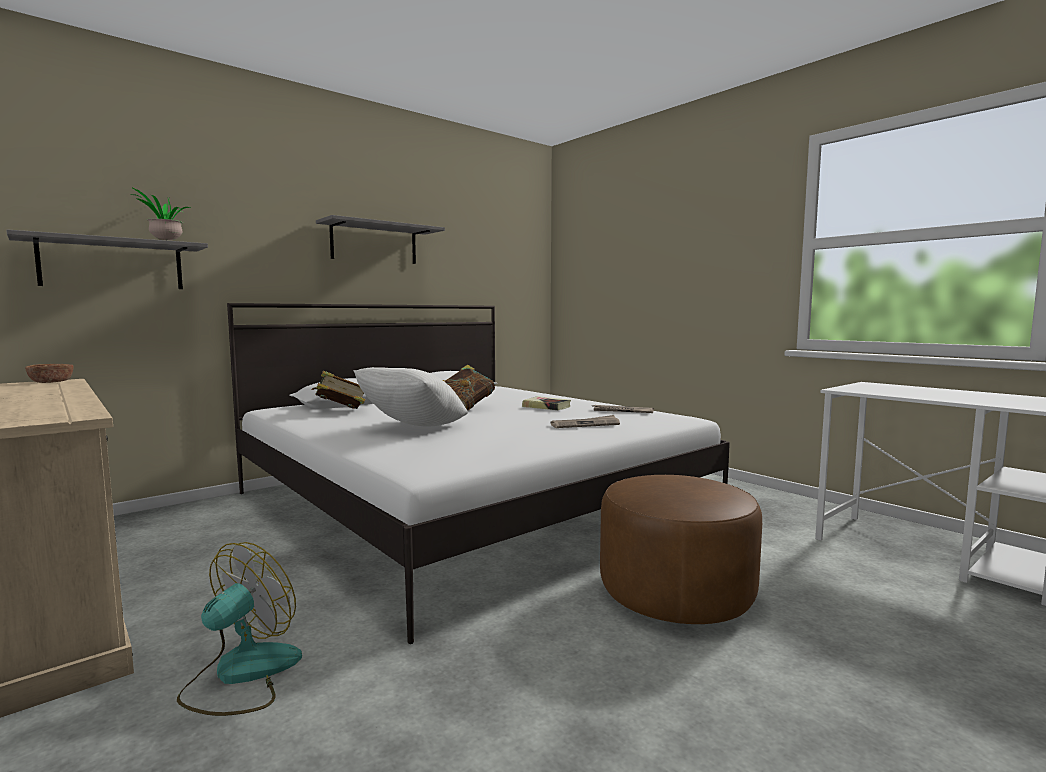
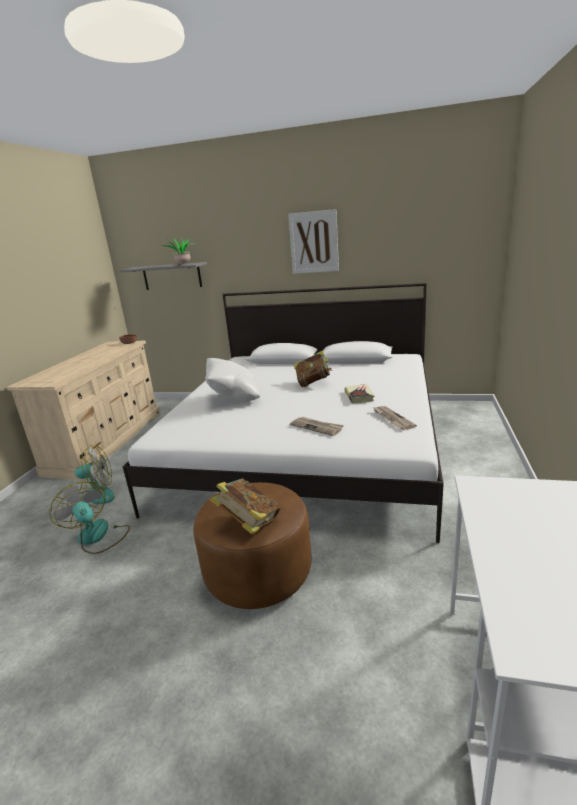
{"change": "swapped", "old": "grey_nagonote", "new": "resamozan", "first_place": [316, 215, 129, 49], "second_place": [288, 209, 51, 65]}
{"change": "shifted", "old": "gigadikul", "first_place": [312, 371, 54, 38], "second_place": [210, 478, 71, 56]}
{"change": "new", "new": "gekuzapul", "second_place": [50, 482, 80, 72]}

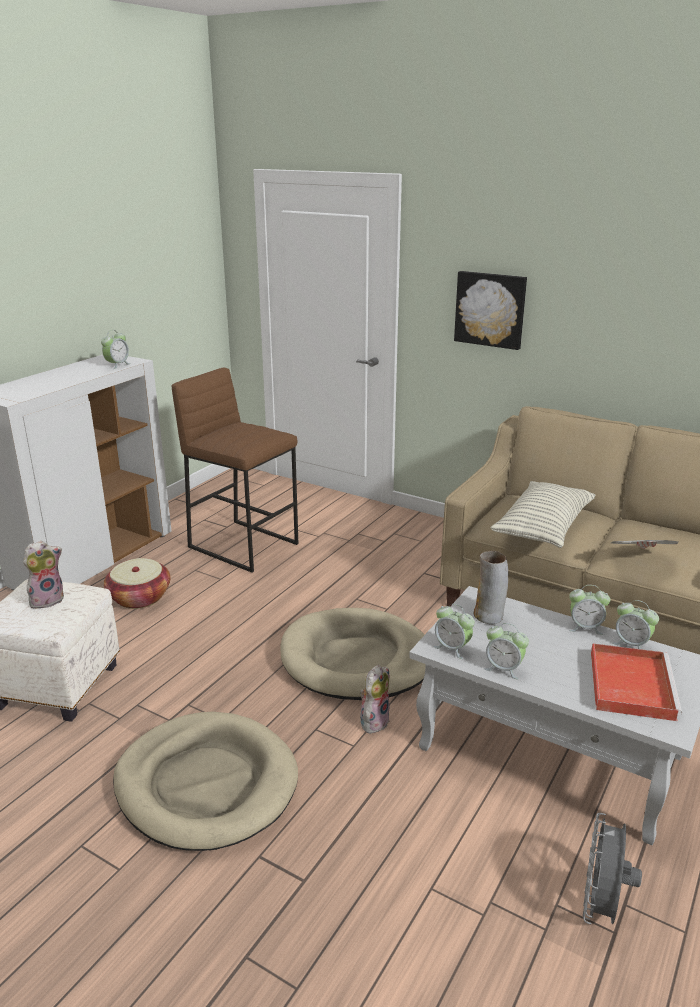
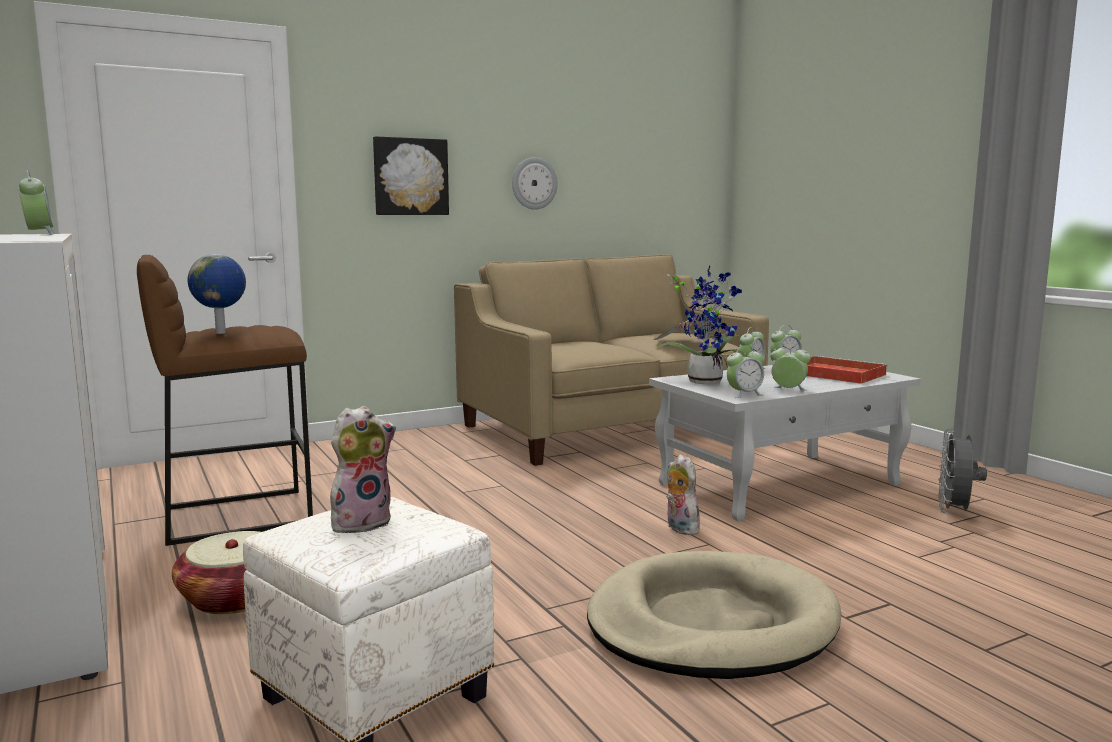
{"change": "gone", "old": "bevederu", "first_place": [491, 481, 104, 67]}
{"change": "rotated", "old": "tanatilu", "first_place": [23, 541, 41, 68], "second_place": [330, 406, 66, 127], "degrees": 60}
{"change": "swapped", "old": "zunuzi", "new": "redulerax", "first_place": [473, 551, 35, 73], "second_place": [654, 266, 93, 118]}
{"change": "gone", "old": "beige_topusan", "first_place": [280, 608, 146, 92]}
{"change": "rotated", "old": "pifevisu", "first_place": [484, 623, 45, 57], "second_place": [770, 343, 41, 48], "degrees": -120}
{"change": "rotated", "old": "grey_gekuzapul", "first_place": [583, 813, 59, 111], "second_place": [938, 428, 49, 85], "degrees": 60}
{"change": "new", "new": "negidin", "second_place": [512, 157, 46, 53]}
{"change": "new", "new": "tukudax", "second_place": [188, 254, 58, 80]}

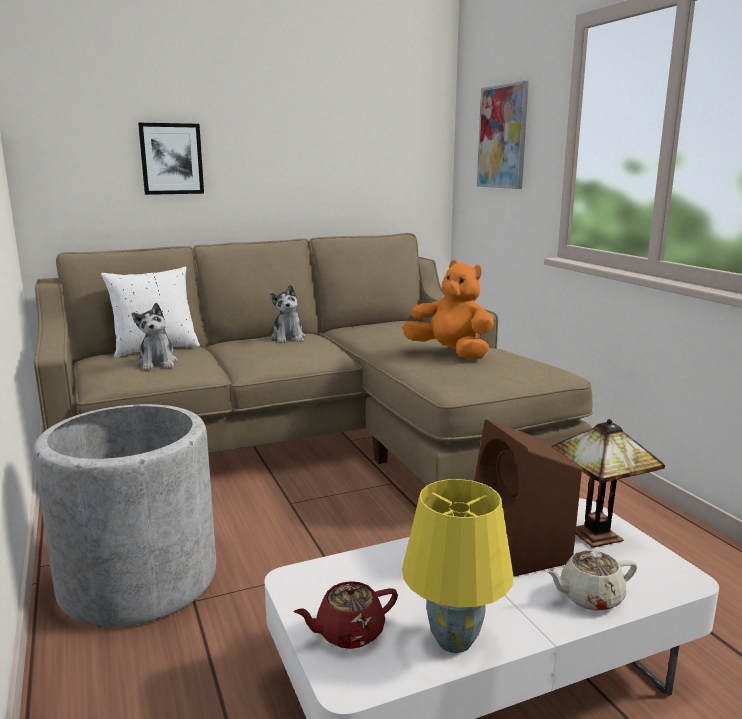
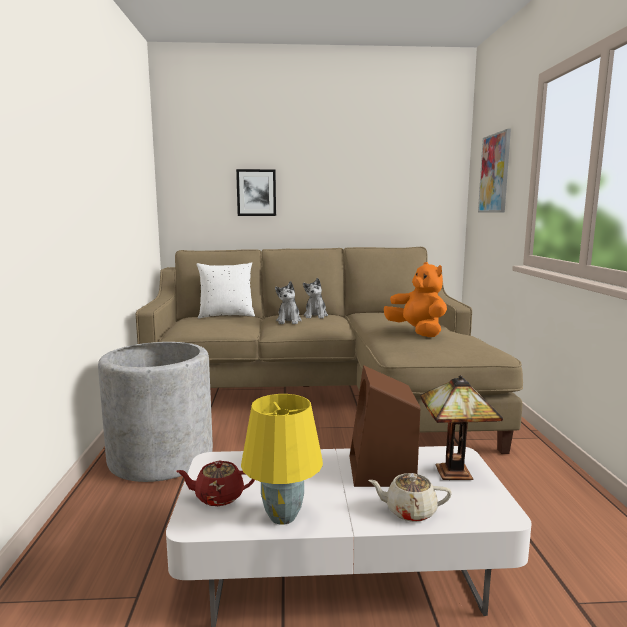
{"change": "shifted", "old": "tanatilu", "first_place": [131, 303, 47, 67], "second_place": [275, 281, 27, 43]}

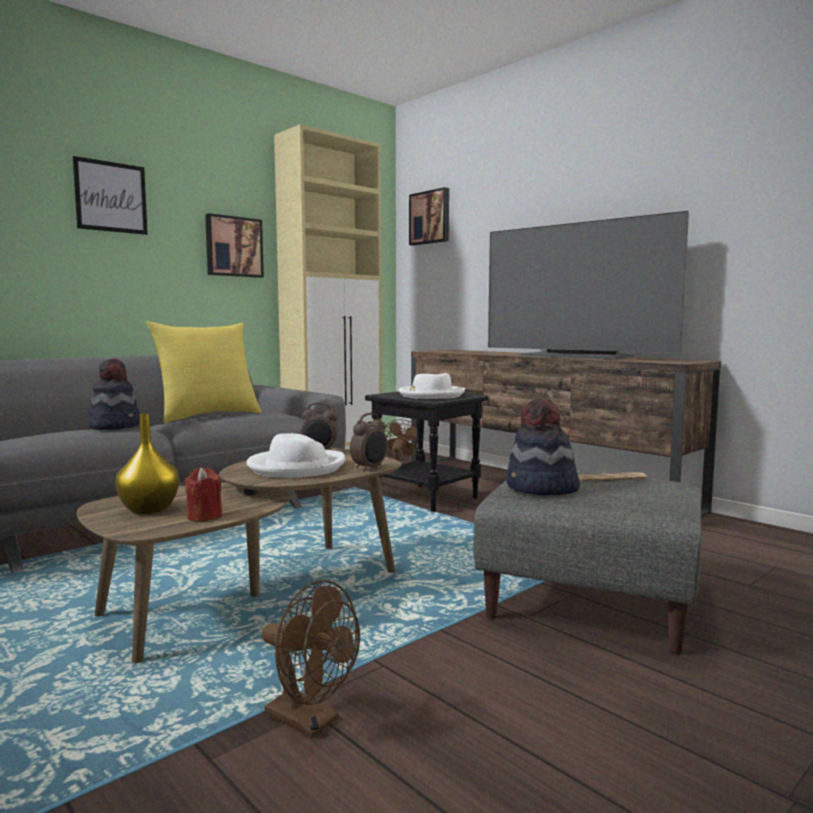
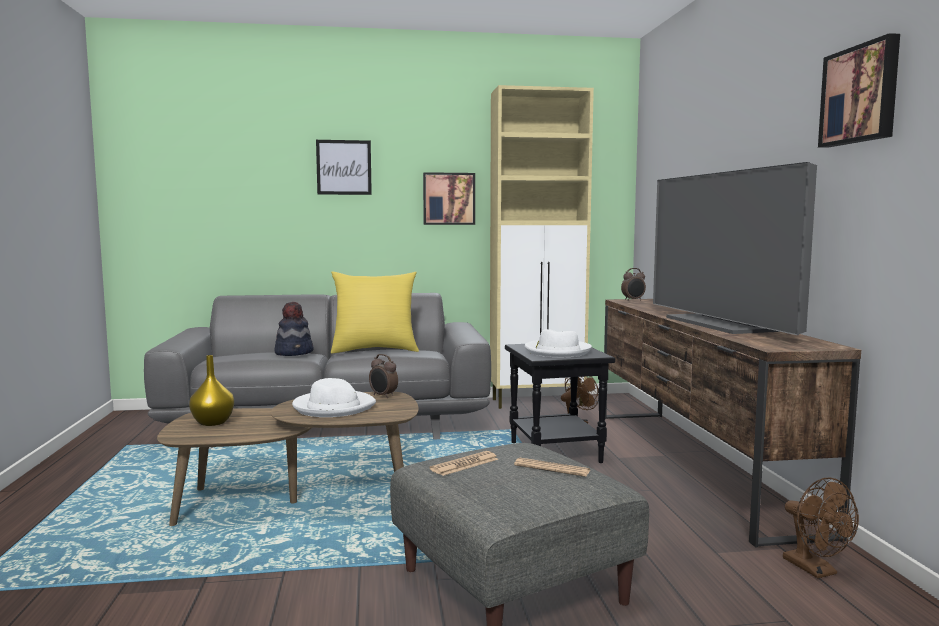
{"change": "shifted", "old": "resamozan", "first_place": [409, 187, 40, 59], "second_place": [818, 33, 82, 115]}
{"change": "swapped", "old": "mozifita", "new": "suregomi", "first_place": [506, 399, 74, 96], "second_place": [429, 451, 69, 25]}
{"change": "shifted", "old": "pifevisu", "first_place": [350, 413, 38, 58], "second_place": [621, 268, 25, 32]}
{"change": "gone", "old": "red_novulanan", "first_place": [184, 467, 38, 55]}
{"change": "shifted", "old": "brown_gekuzapul", "first_place": [262, 580, 98, 158], "second_place": [783, 478, 76, 100]}

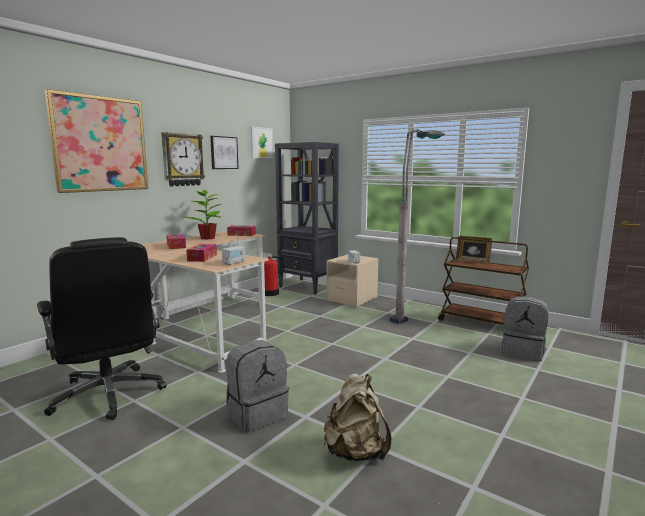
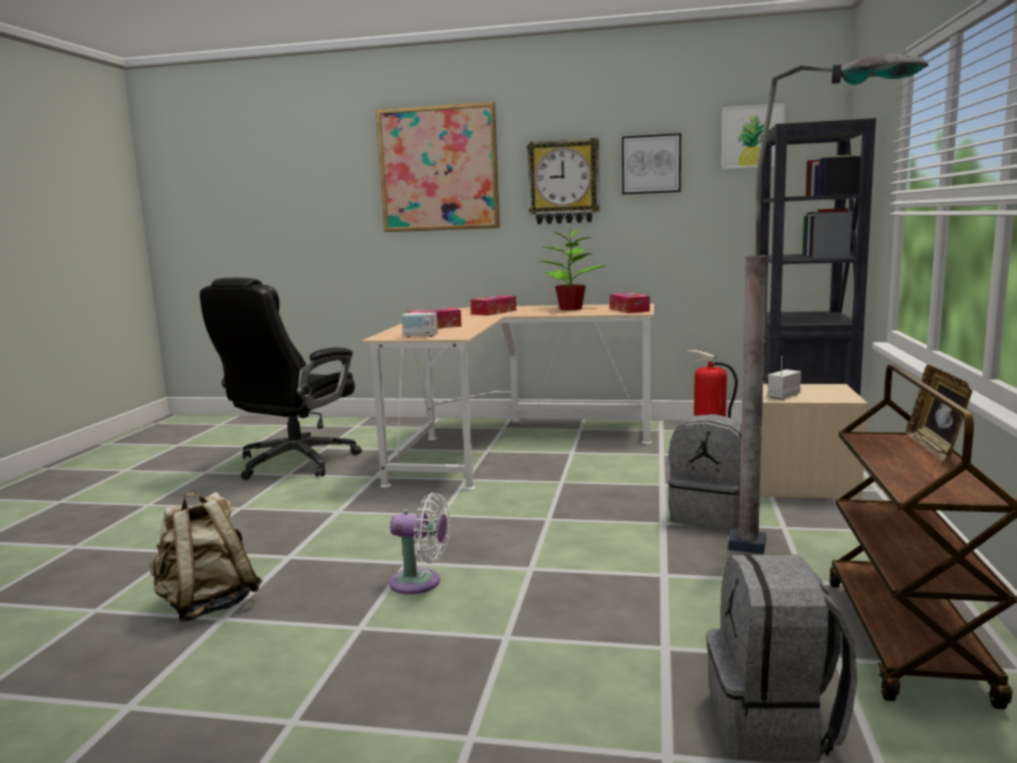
{"change": "shifted", "old": "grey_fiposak", "first_place": [226, 340, 63, 92], "second_place": [669, 414, 73, 117]}
{"change": "new", "new": "white_gekuzapul", "second_place": [389, 493, 61, 101]}

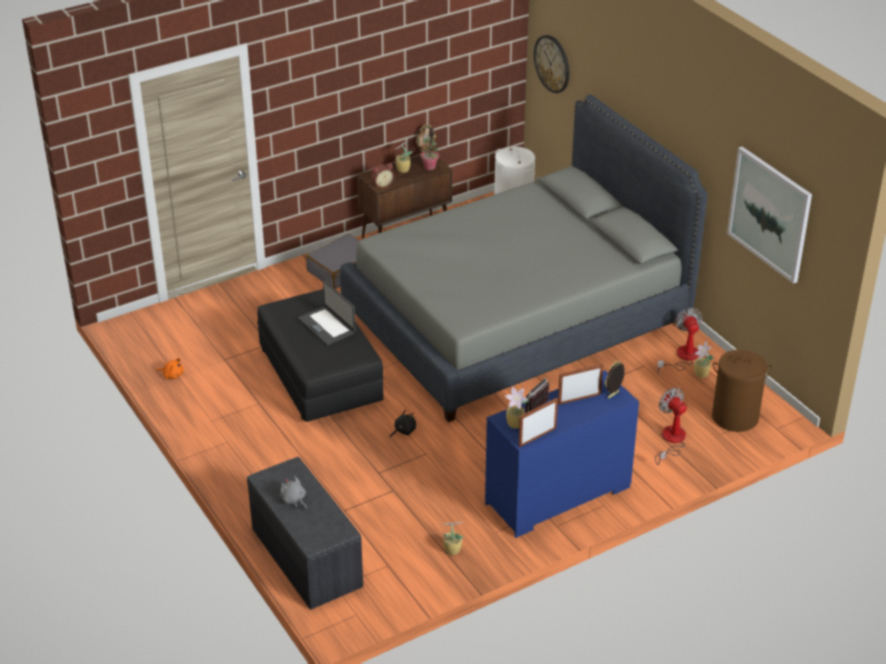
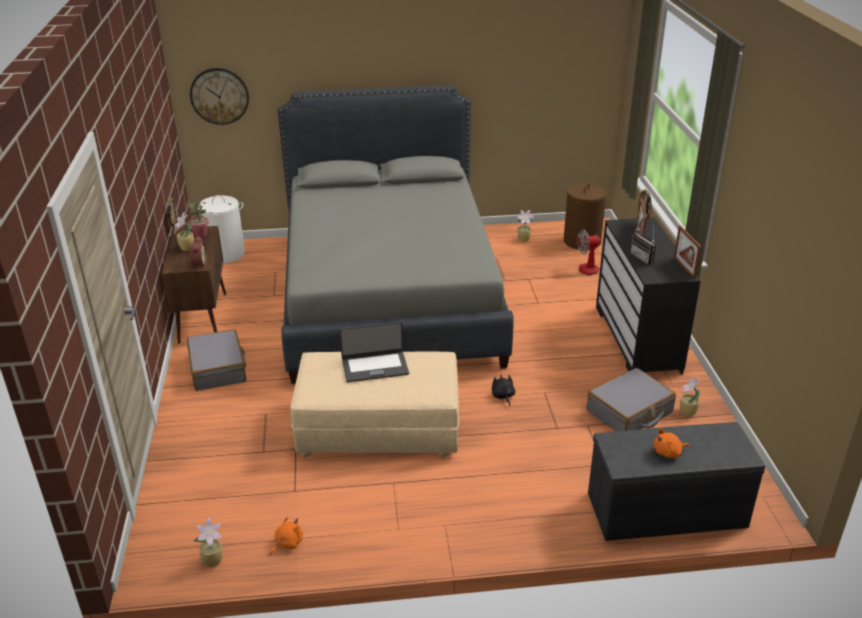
{"change": "gone", "old": "resamozan", "first_place": [727, 147, 85, 137]}
{"change": "repainted", "old": "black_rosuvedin", "new": "beige_rosuvedin", "first_place": [257, 289, 127, 133], "second_place": [291, 351, 168, 107]}
{"change": "gone", "old": "gekuzapul", "first_place": [657, 308, 46, 65]}
{"change": "repainted", "old": "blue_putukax", "new": "black_putukax", "first_place": [485, 370, 154, 168], "second_place": [596, 217, 105, 158]}
{"change": "shifted", "old": "redulerax", "first_place": [505, 387, 24, 42], "second_place": [194, 518, 29, 49]}
{"change": "repainted", "old": "grey_tanatilu", "new": "orange_tanatilu", "first_place": [280, 476, 27, 33], "second_place": [653, 429, 37, 29]}
{"change": "new", "new": "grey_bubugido", "second_place": [587, 368, 89, 64]}

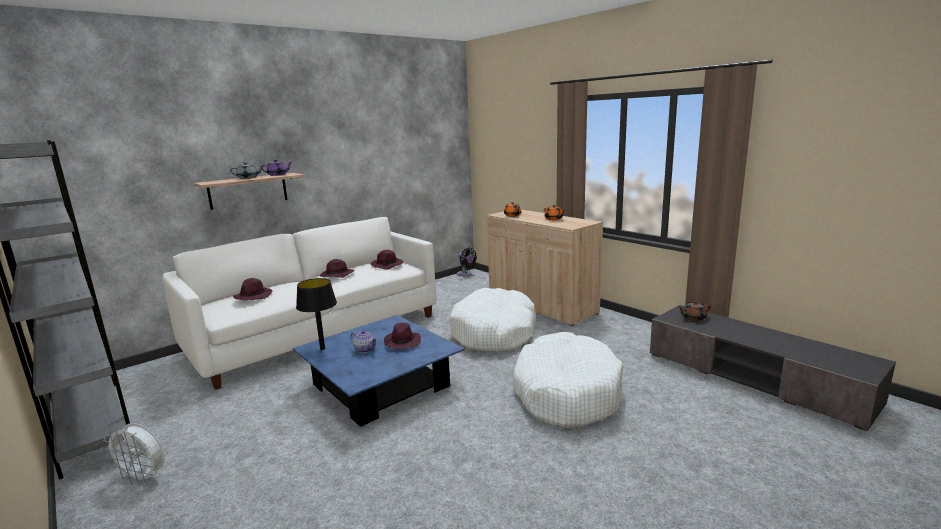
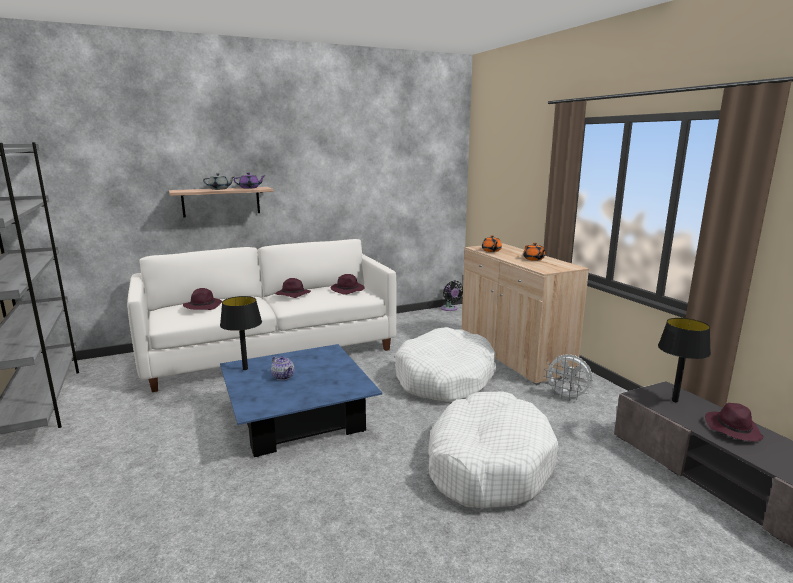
{"change": "swapped", "old": "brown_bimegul", "new": "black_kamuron", "first_place": [679, 301, 32, 20], "second_place": [658, 318, 53, 84]}
{"change": "shifted", "old": "purple_mozifita", "first_place": [384, 323, 37, 26], "second_place": [705, 403, 59, 39]}
{"change": "shifted", "old": "white_gekuzapul", "first_place": [103, 423, 61, 62], "second_place": [544, 354, 49, 47]}

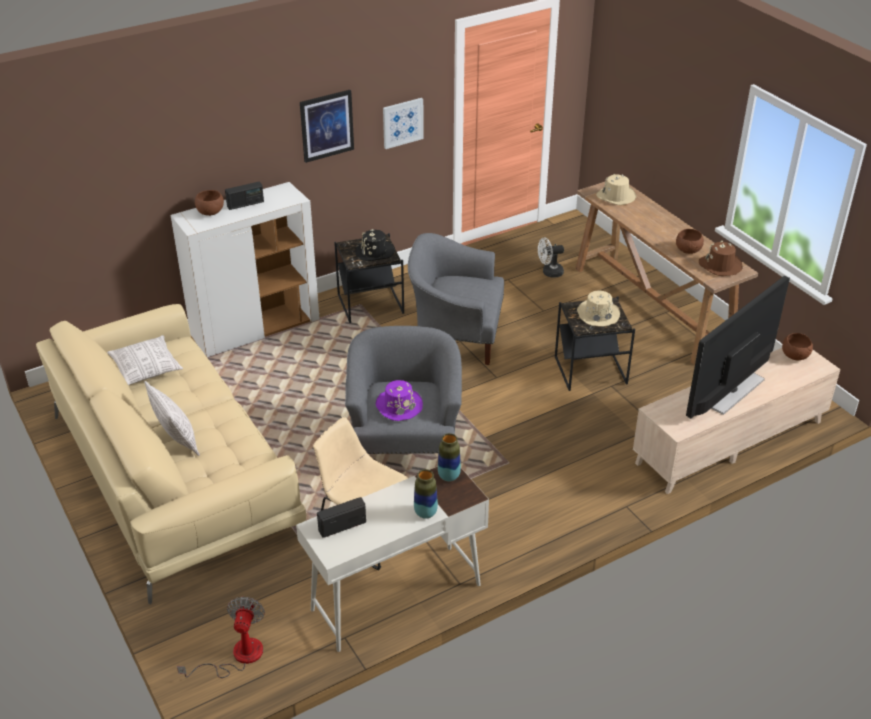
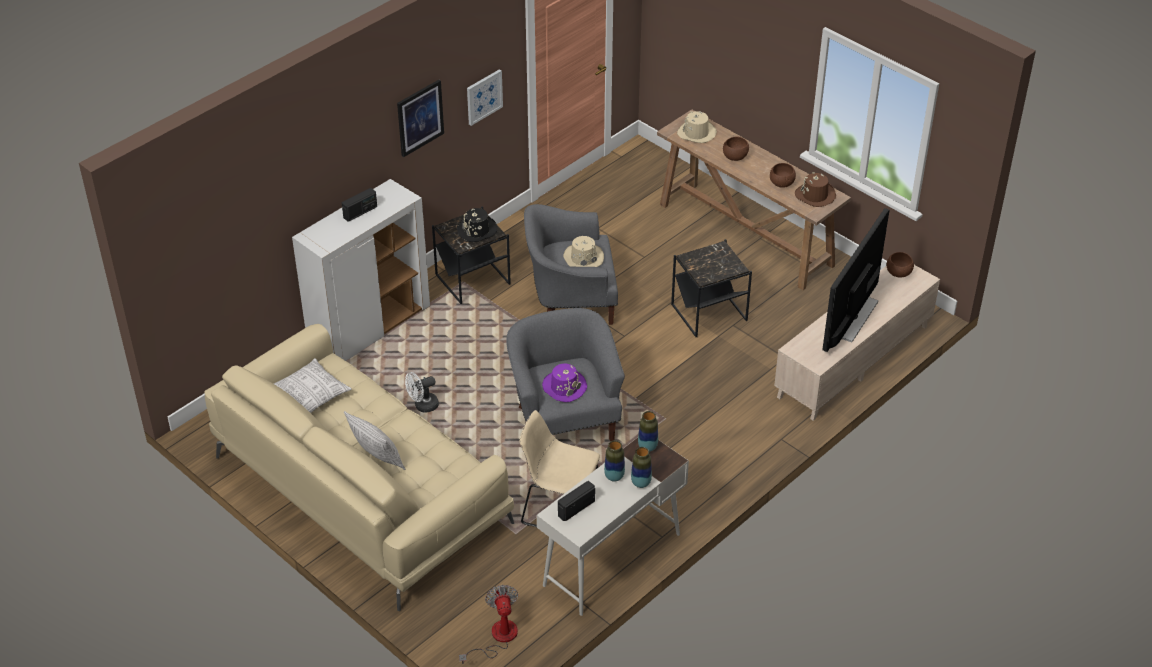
{"change": "shifted", "old": "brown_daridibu", "first_place": [195, 190, 29, 26], "second_place": [723, 136, 26, 25]}
{"change": "shifted", "old": "white_gekuzapul", "first_place": [538, 238, 26, 40], "second_place": [405, 372, 34, 40]}
{"change": "shifted", "old": "beige_mozifita", "first_place": [577, 291, 43, 36], "second_place": [563, 236, 41, 31]}
{"change": "new", "new": "zunuzi", "second_place": [604, 440, 21, 42]}

